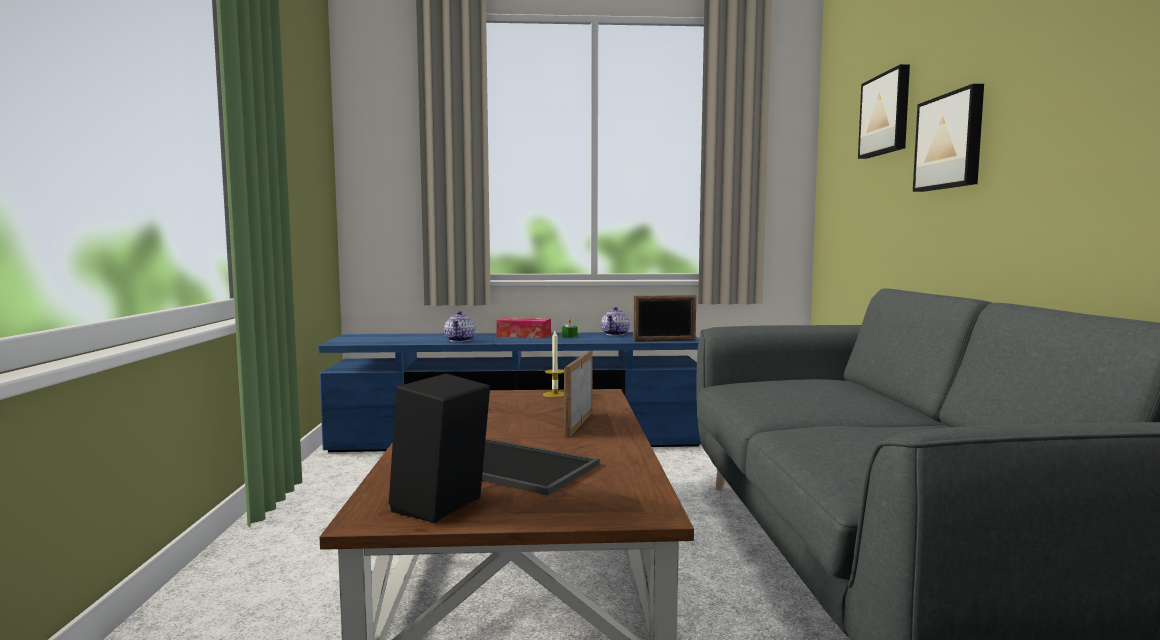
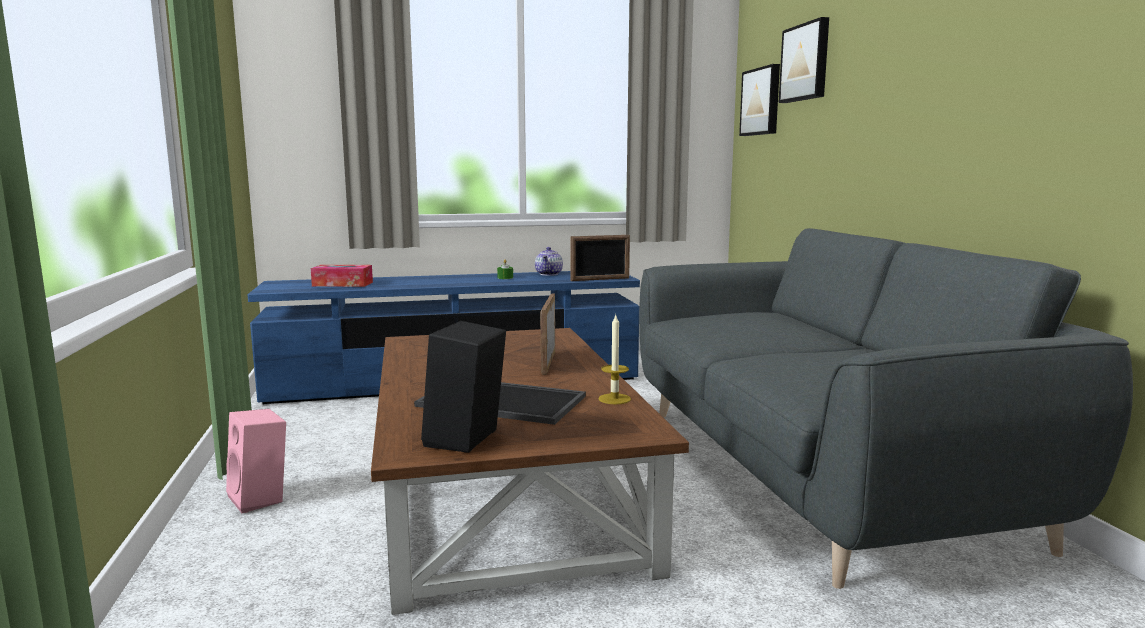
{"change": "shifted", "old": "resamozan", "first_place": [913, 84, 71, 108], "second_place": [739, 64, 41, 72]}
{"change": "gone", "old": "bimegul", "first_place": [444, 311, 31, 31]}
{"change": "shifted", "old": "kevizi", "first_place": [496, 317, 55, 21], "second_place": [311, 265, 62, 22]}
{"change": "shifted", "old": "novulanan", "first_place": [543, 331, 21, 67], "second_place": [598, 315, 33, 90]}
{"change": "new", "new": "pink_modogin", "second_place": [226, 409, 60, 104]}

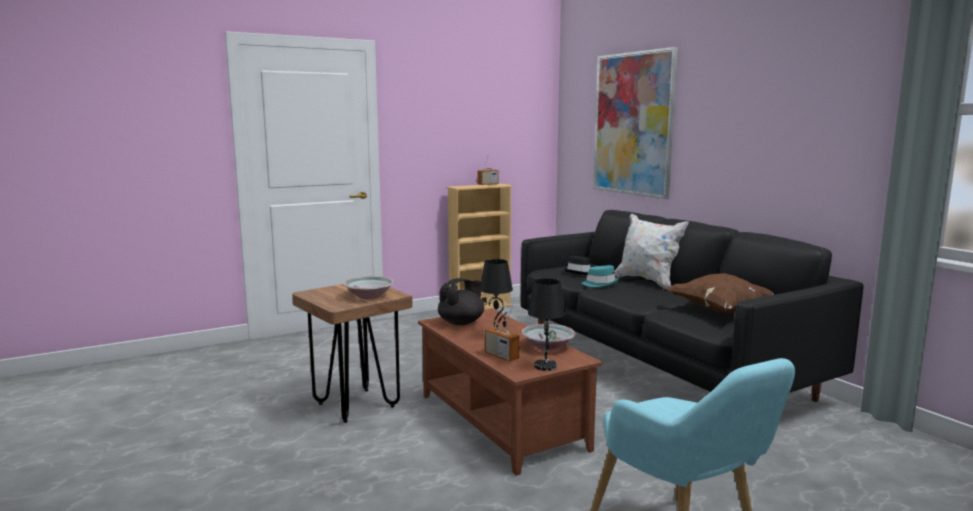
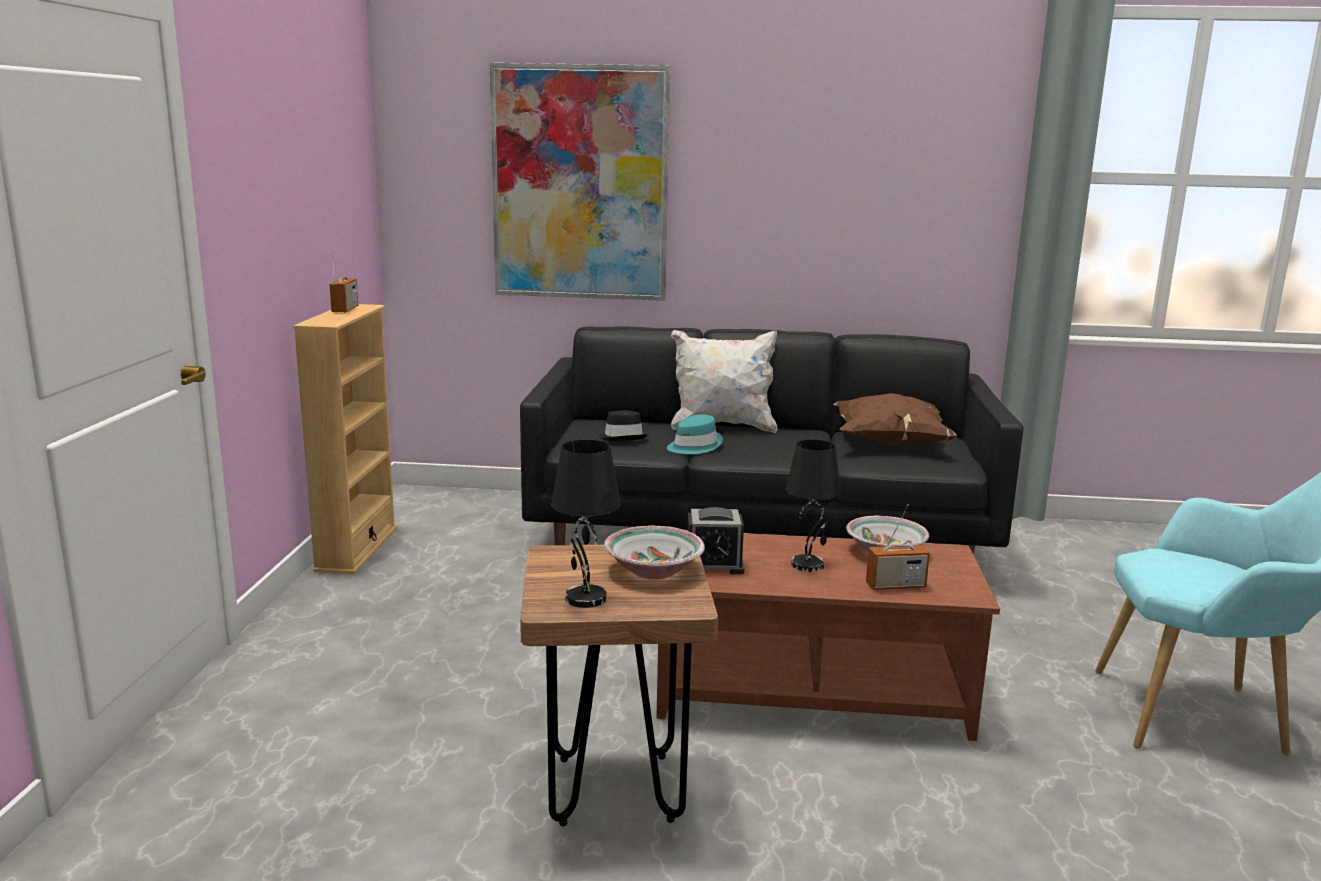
{"change": "swapped", "old": "black_bimegul", "new": "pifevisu", "first_place": [438, 278, 46, 47], "second_place": [688, 507, 57, 67]}
{"change": "shifted", "old": "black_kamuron", "first_place": [528, 278, 38, 93], "second_place": [551, 439, 70, 169]}

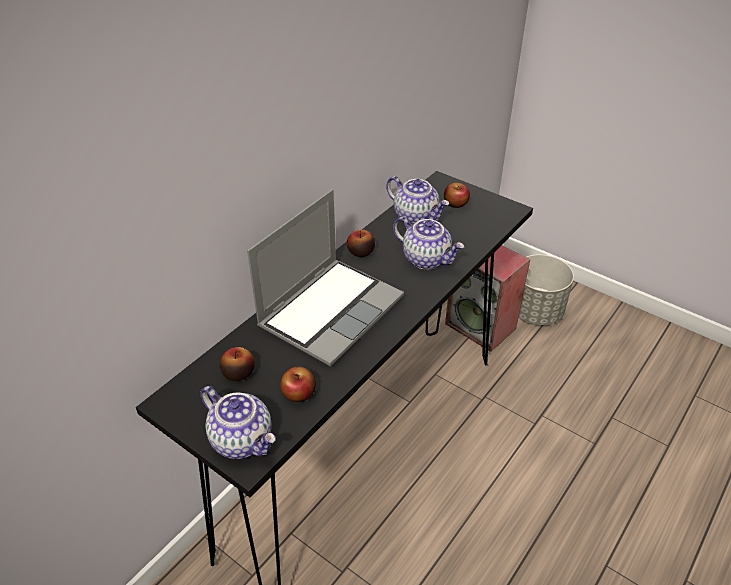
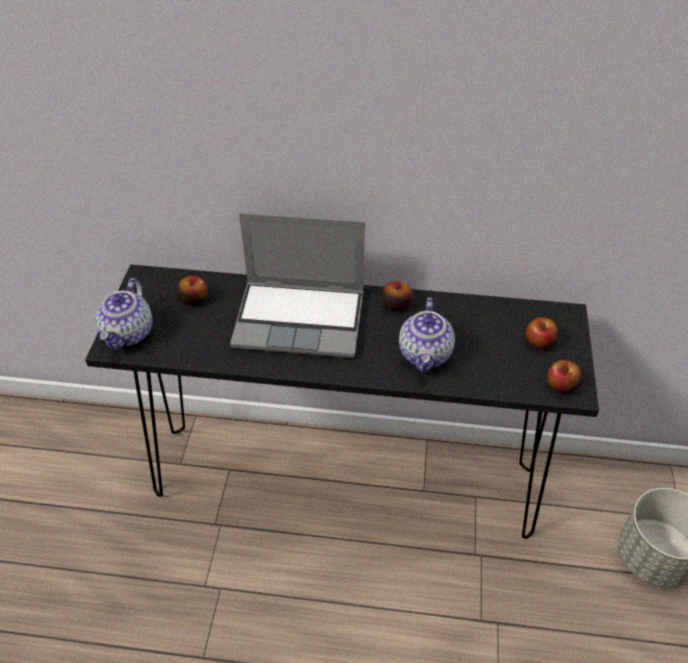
{"change": "gone", "old": "bimegul", "first_place": [386, 176, 63, 48]}
{"change": "gone", "old": "modogin", "first_place": [445, 245, 85, 107]}
{"change": "shifted", "old": "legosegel", "first_place": [280, 366, 36, 36], "second_place": [547, 360, 36, 33]}

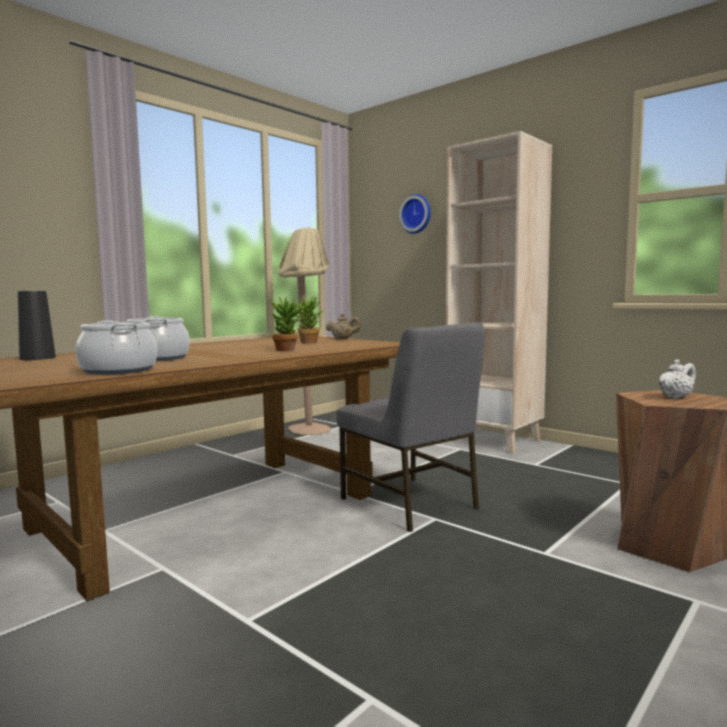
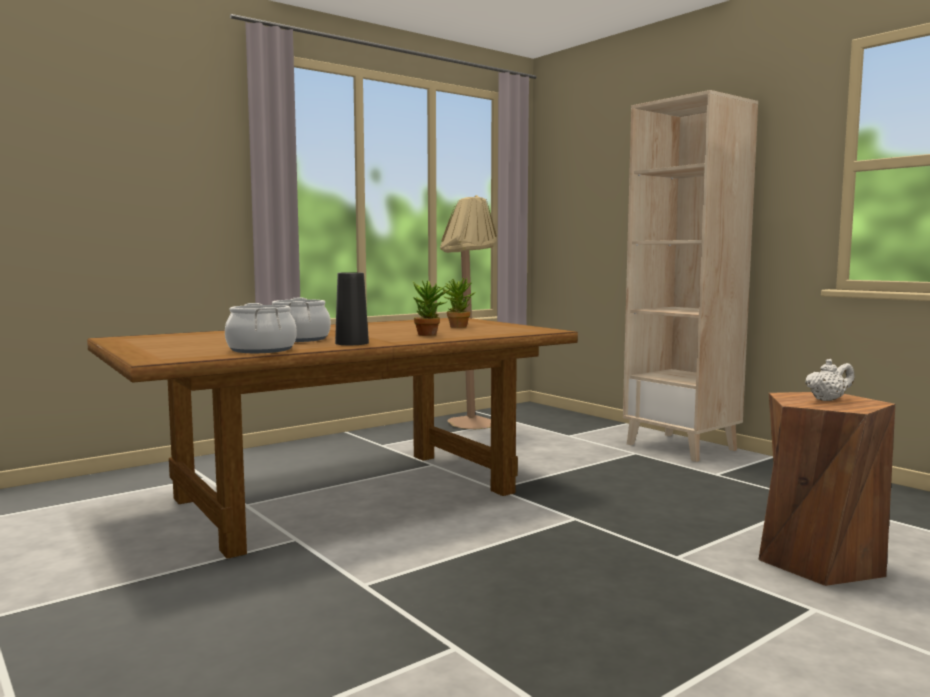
{"change": "gone", "old": "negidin", "first_place": [399, 194, 32, 40]}
{"change": "shifted", "old": "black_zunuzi", "first_place": [18, 291, 38, 69], "second_place": [335, 272, 34, 73]}
{"change": "gone", "old": "beige_bimegul", "first_place": [326, 313, 35, 27]}
{"change": "gone", "old": "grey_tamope", "first_place": [336, 322, 149, 210]}

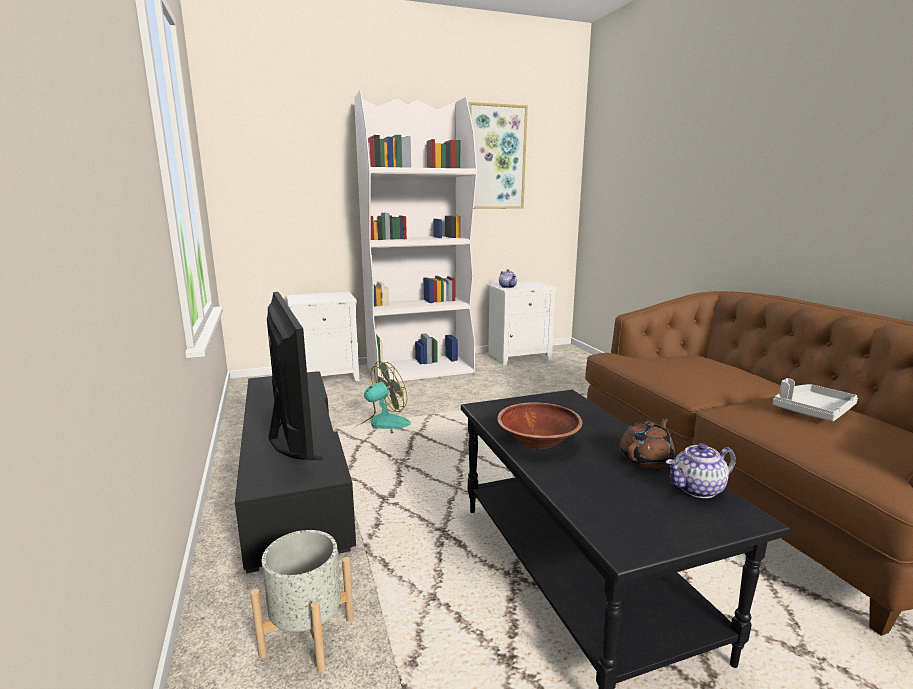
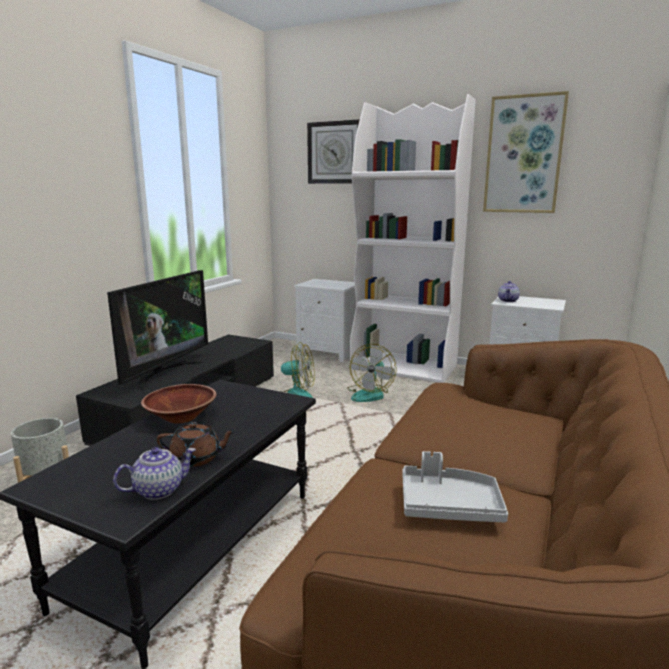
{"change": "rotated", "old": "bimegul", "first_place": [666, 443, 70, 55], "second_place": [113, 447, 83, 53], "degrees": 120}
{"change": "new", "new": "negidin", "second_place": [307, 119, 53, 65]}
{"change": "new", "new": "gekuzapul", "second_place": [347, 344, 50, 58]}

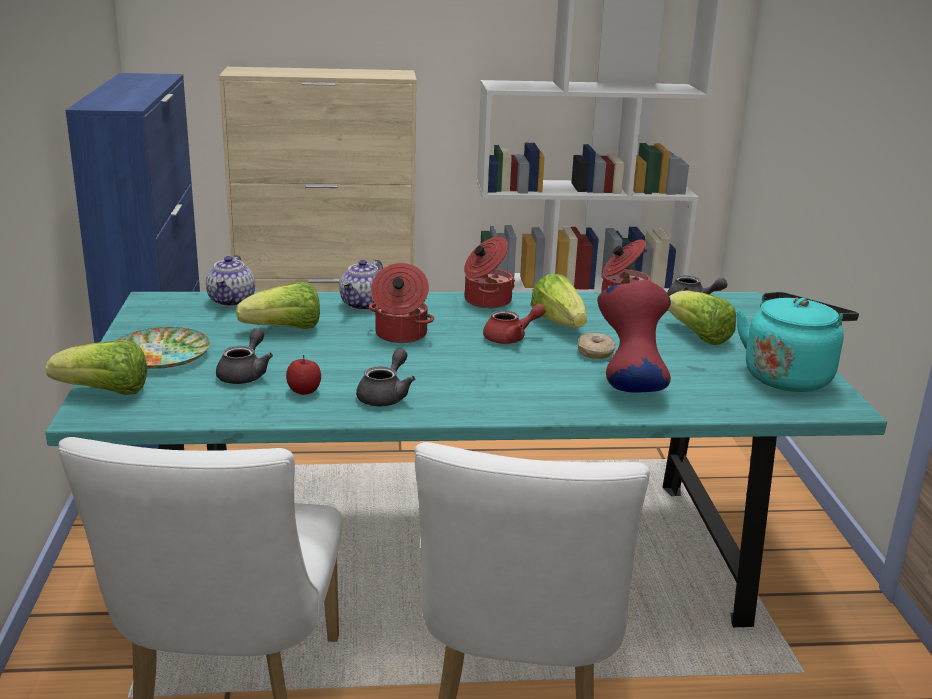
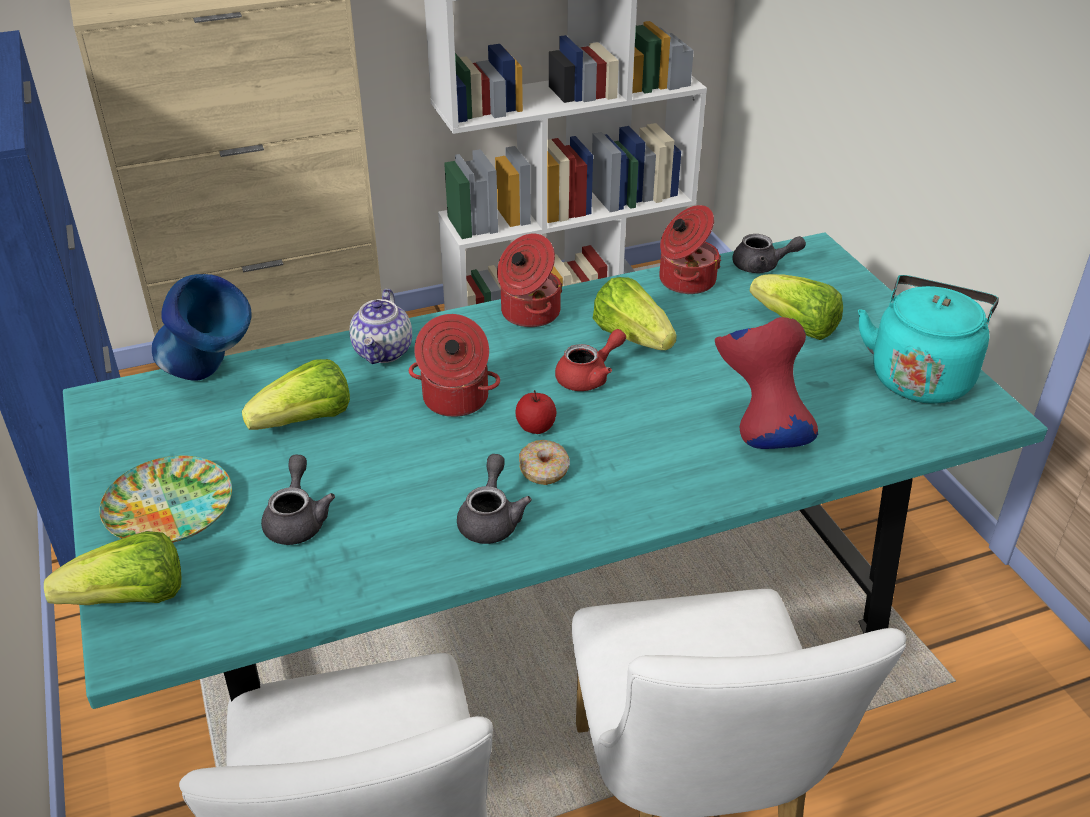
{"change": "swapped", "old": "bimegul", "new": "blue_zunuzi", "first_place": [206, 255, 49, 52], "second_place": [152, 274, 100, 107]}
{"change": "shifted", "old": "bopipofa", "first_place": [578, 333, 38, 26], "second_place": [519, 440, 51, 45]}
{"change": "shifted", "old": "legosegel", "first_place": [286, 355, 35, 40], "second_place": [515, 390, 42, 44]}

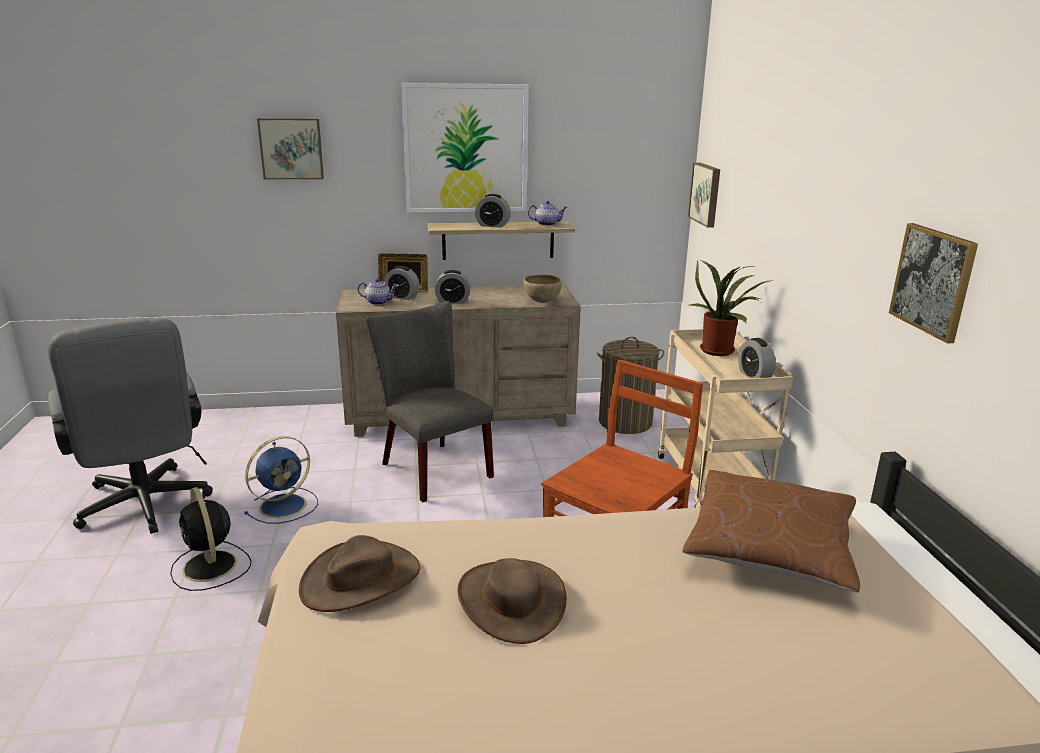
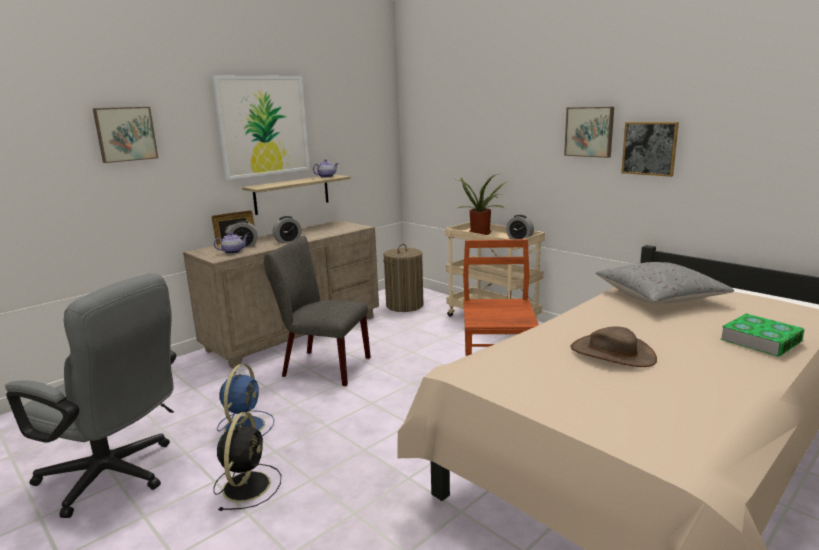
{"change": "shifted", "old": "resamozan", "first_place": [688, 162, 32, 66], "second_place": [564, 107, 50, 51]}
{"change": "gone", "old": "pifevisu", "first_place": [475, 194, 36, 34]}
{"change": "gone", "old": "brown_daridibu", "first_place": [523, 275, 39, 28]}
{"change": "repainted", "old": "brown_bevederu", "new": "grey_bevederu", "first_place": [682, 470, 178, 122], "second_place": [596, 262, 138, 41]}
{"change": "rotated", "old": "black_gekuzapul", "first_place": [170, 487, 81, 104], "second_place": [213, 412, 68, 99], "degrees": -105}
{"change": "gone", "old": "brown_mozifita", "first_place": [299, 535, 121, 77]}
{"change": "new", "new": "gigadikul", "second_place": [720, 314, 85, 43]}

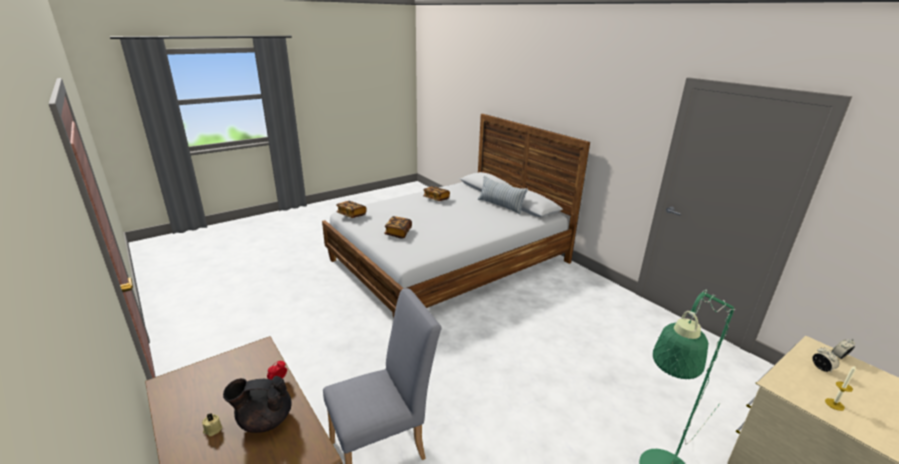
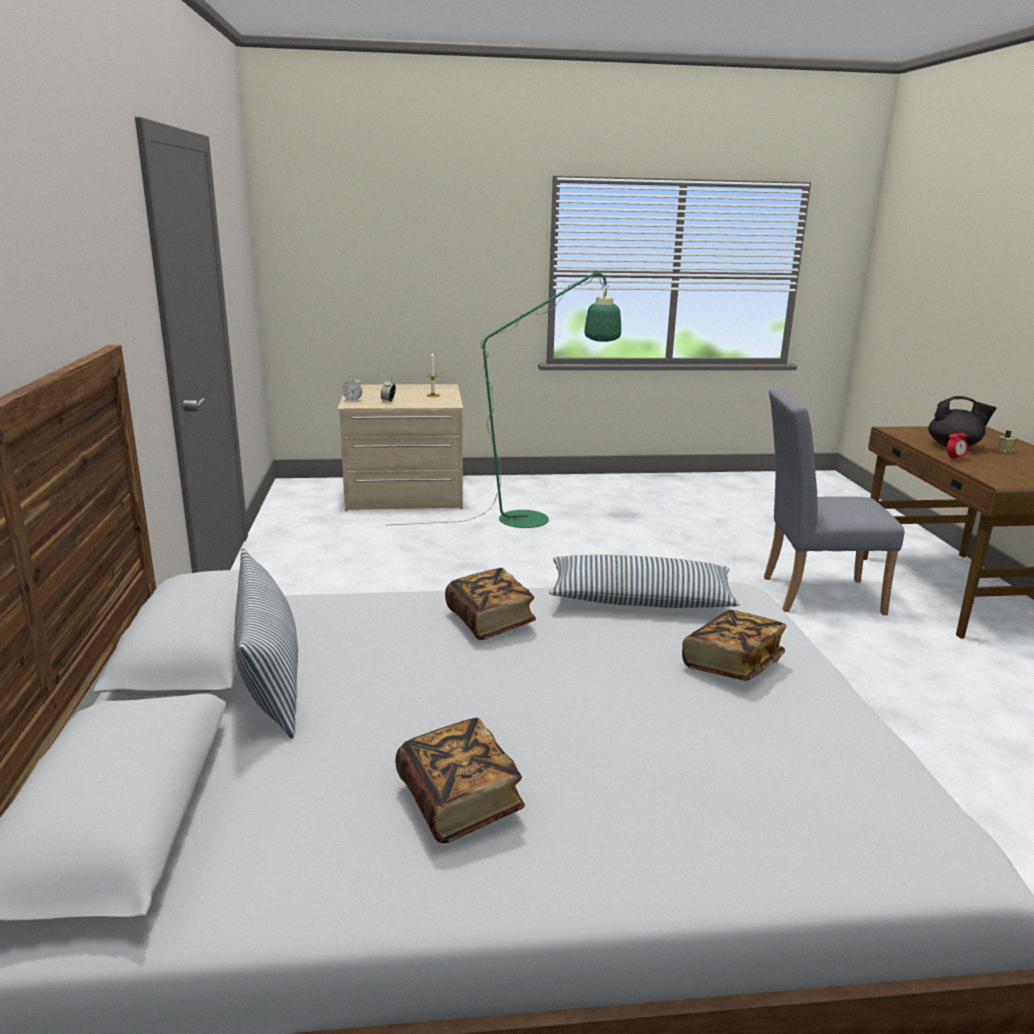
{"change": "shifted", "old": "gigadikul", "first_place": [336, 201, 31, 17], "second_place": [445, 568, 91, 72]}
{"change": "new", "new": "bevederu", "second_place": [549, 555, 191, 53]}

